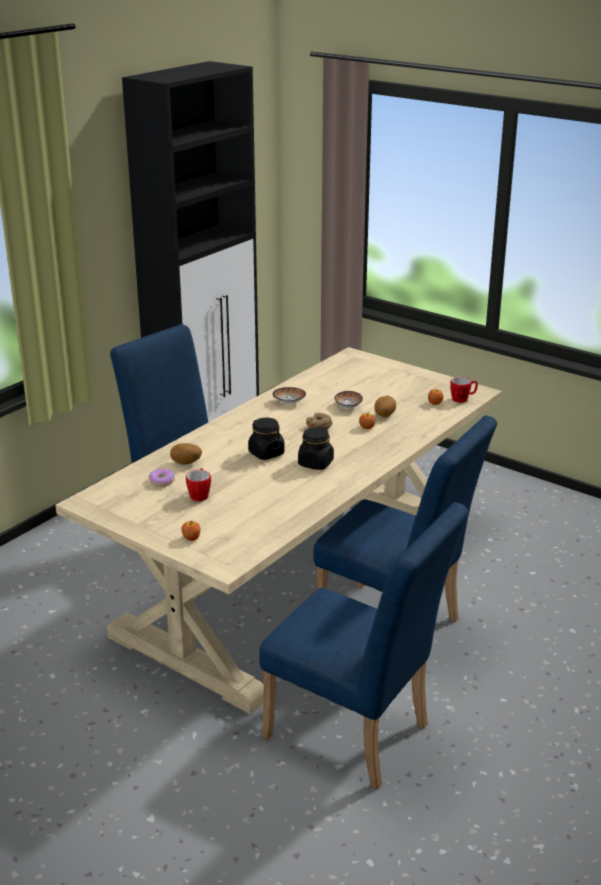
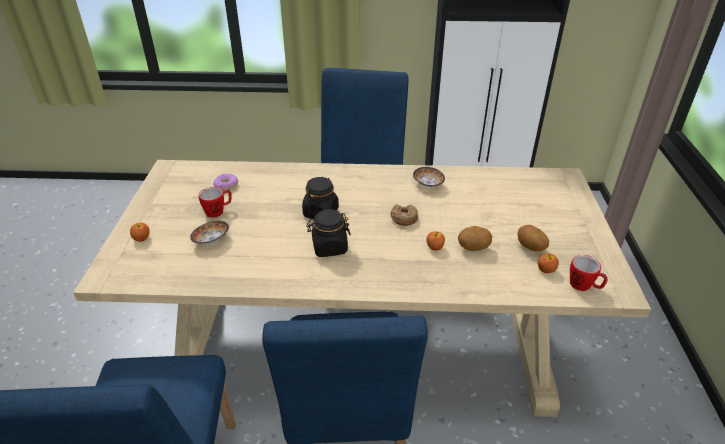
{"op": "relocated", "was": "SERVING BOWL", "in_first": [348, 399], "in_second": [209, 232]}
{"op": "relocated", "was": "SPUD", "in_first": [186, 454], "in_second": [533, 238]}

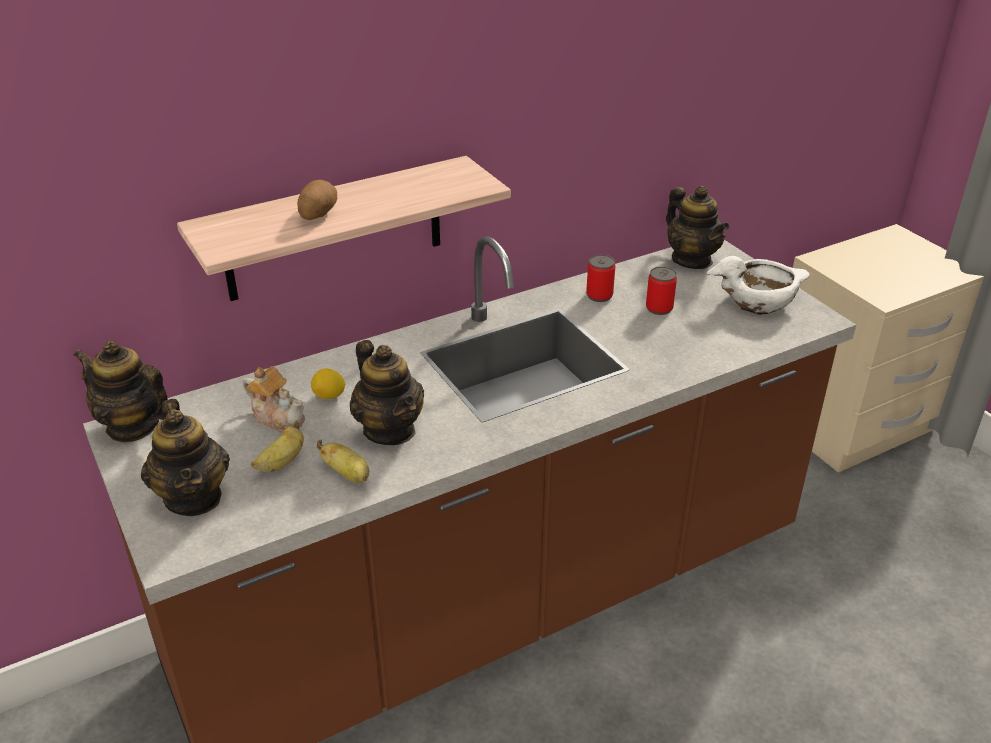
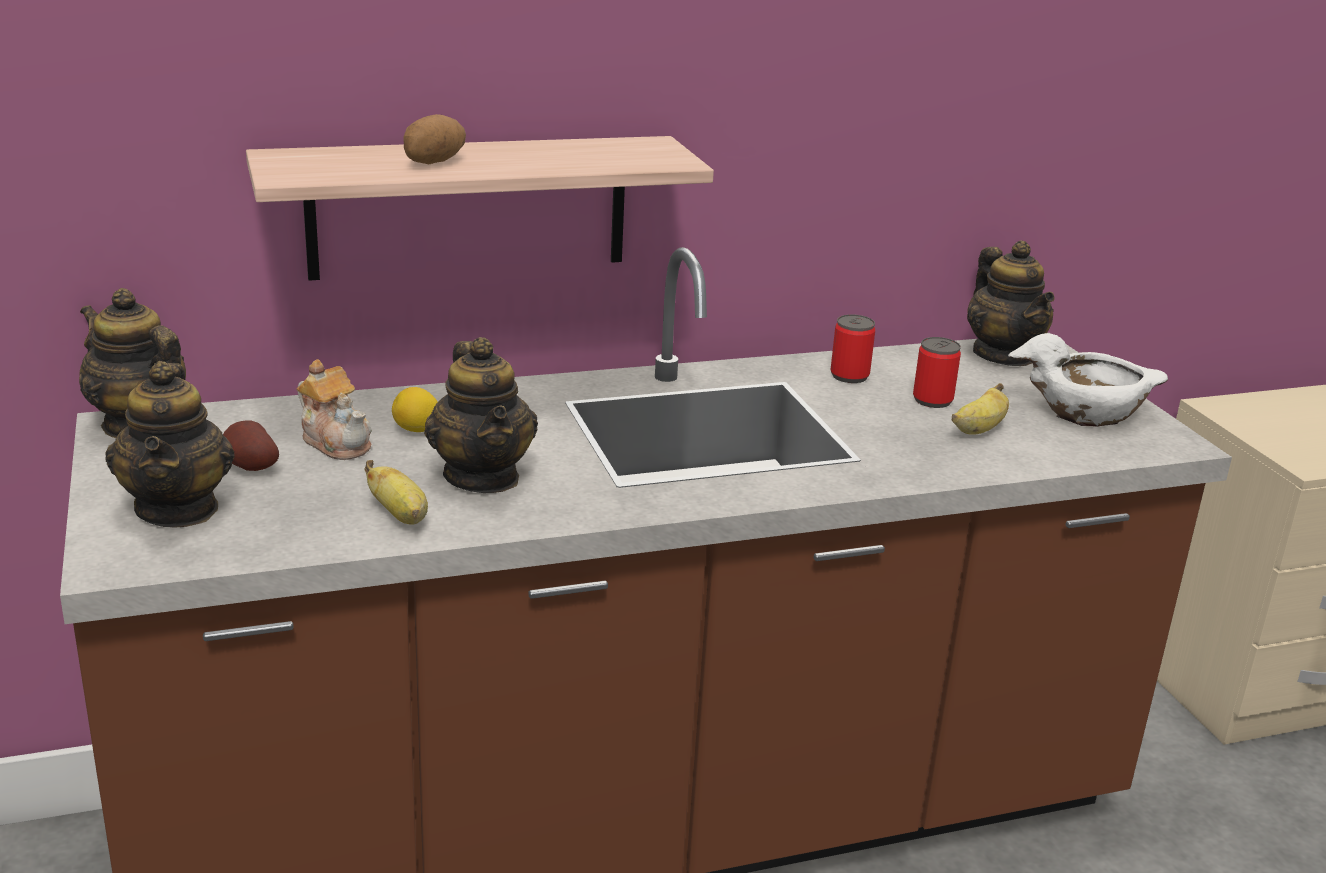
{"op": "relocated", "was": "BANANA", "in_first": [277, 446], "in_second": [980, 409]}
{"op": "appeared", "now": "SPUD", "in_second": [251, 445]}

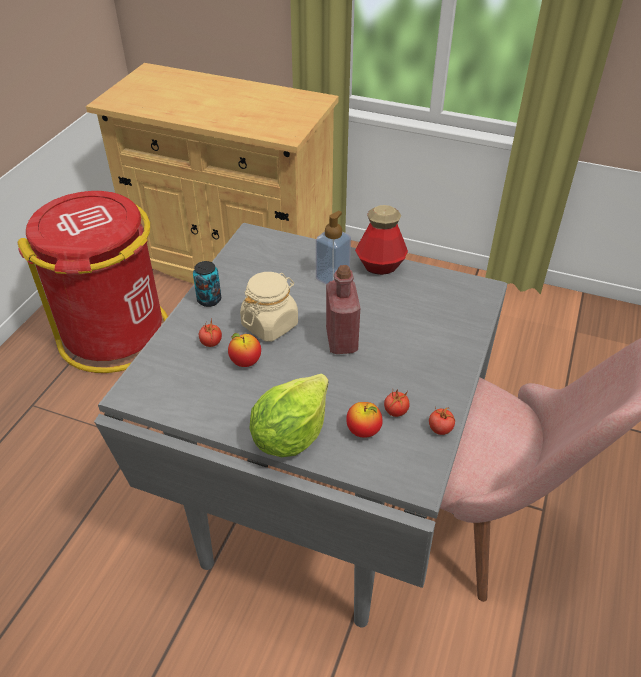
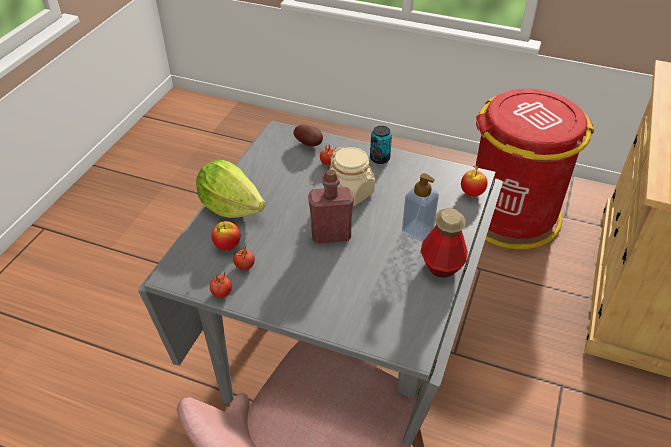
{"op": "relocated", "was": "APPLE", "in_first": [244, 350], "in_second": [474, 181]}
{"op": "appeared", "now": "SPUD", "in_second": [308, 136]}

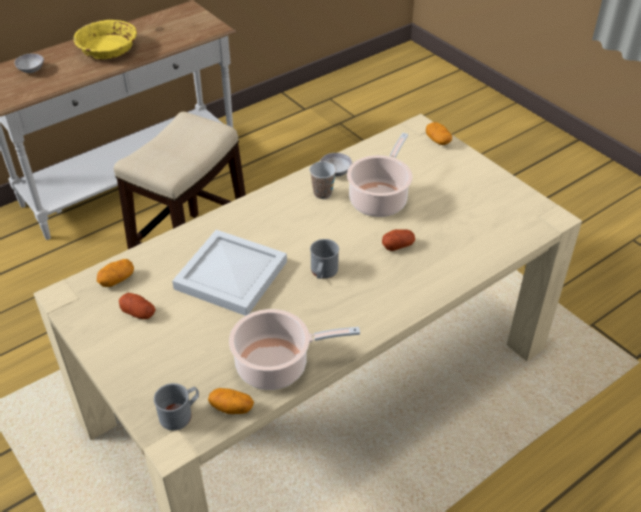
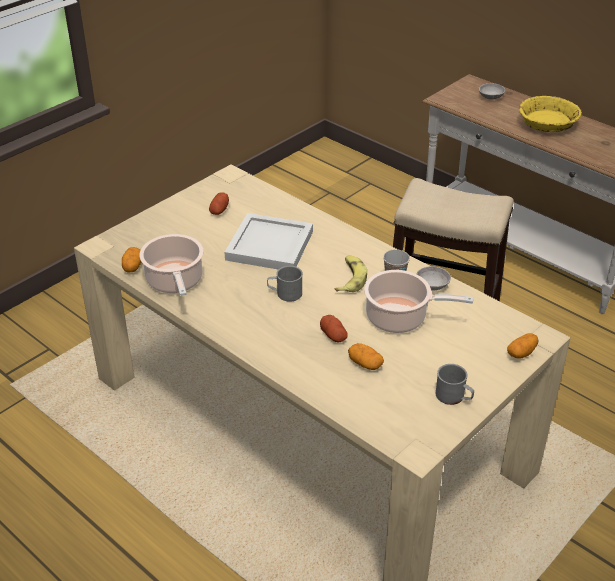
{"op": "relocated", "was": "SPUD", "in_first": [115, 273], "in_second": [366, 356]}
{"op": "relocated", "was": "GREYISH MUG", "in_first": [176, 406], "in_second": [455, 384]}
{"op": "appeared", "now": "BANANA", "in_second": [351, 273]}

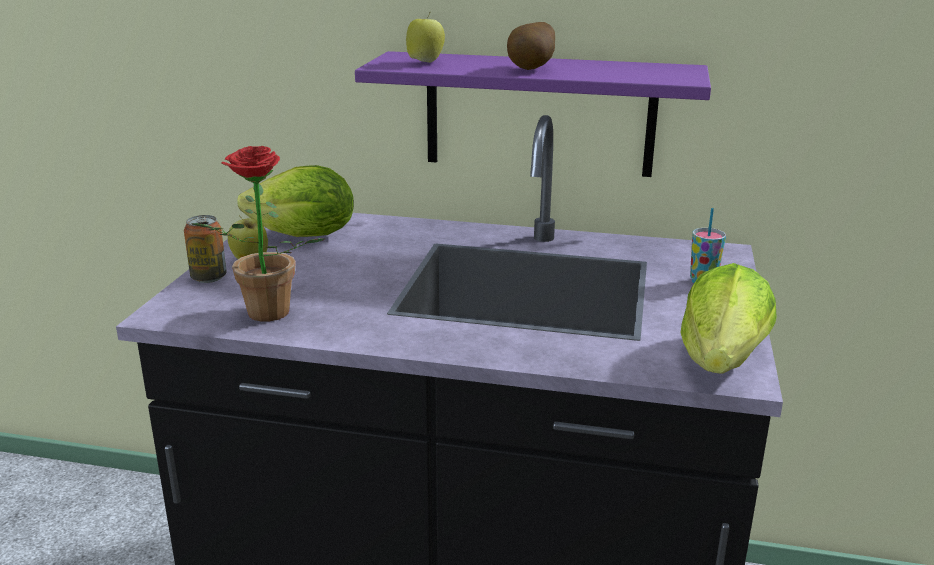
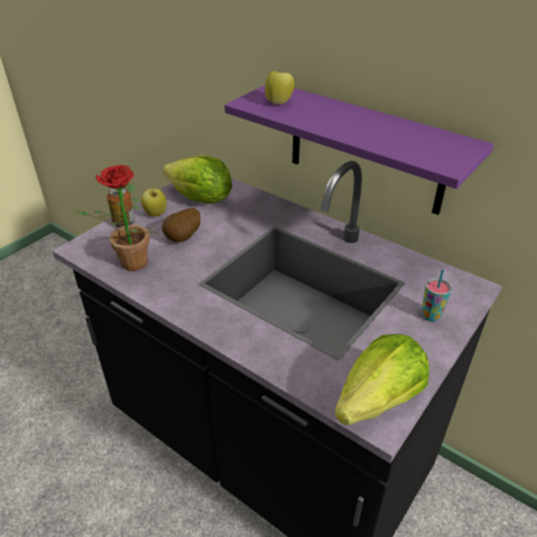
{"op": "relocated", "was": "SPUD", "in_first": [531, 46], "in_second": [181, 225]}

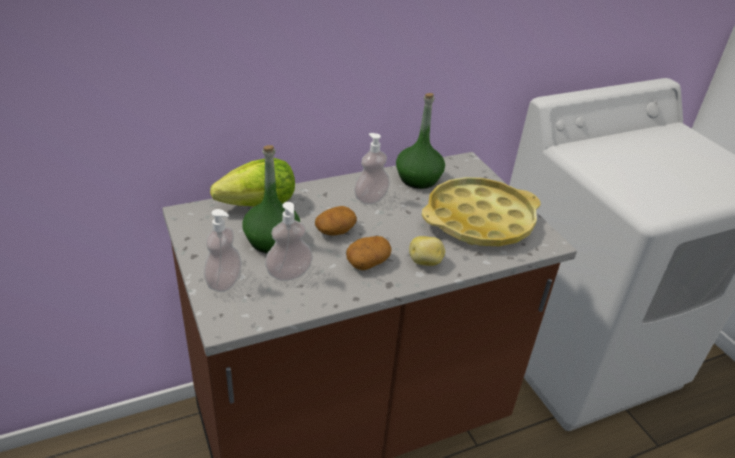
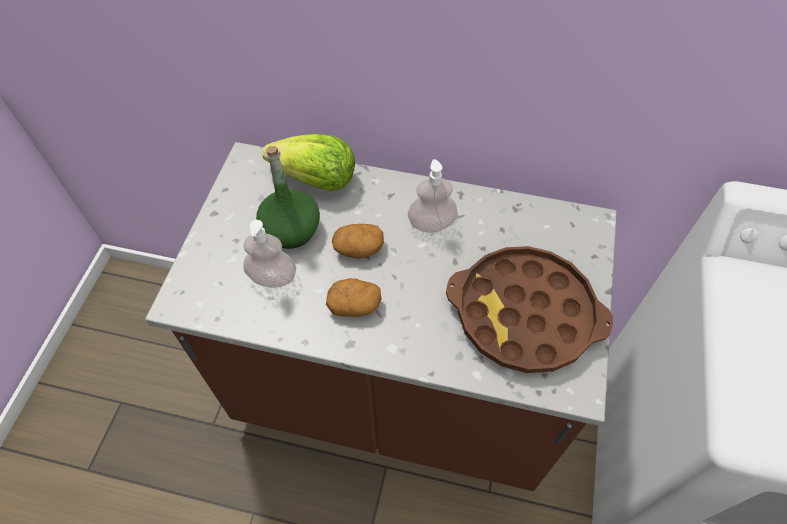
{"op": "missing", "was": "GREEN BOTTLE", "in_first": [420, 141]}
{"op": "colour", "was": "YELLOW-COLOURED SERVING TRAY", "now": "BROWNISH SERVING TRAY", "in_first": [481, 211], "in_second": [529, 309]}
{"op": "missing", "was": "SOAP BOTTLE", "in_first": [223, 250]}
{"op": "missing", "was": "SPUD", "in_first": [427, 251]}

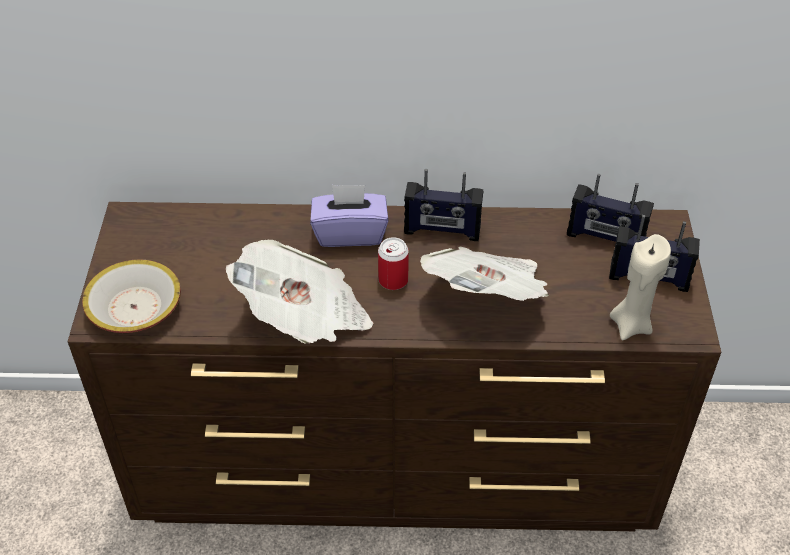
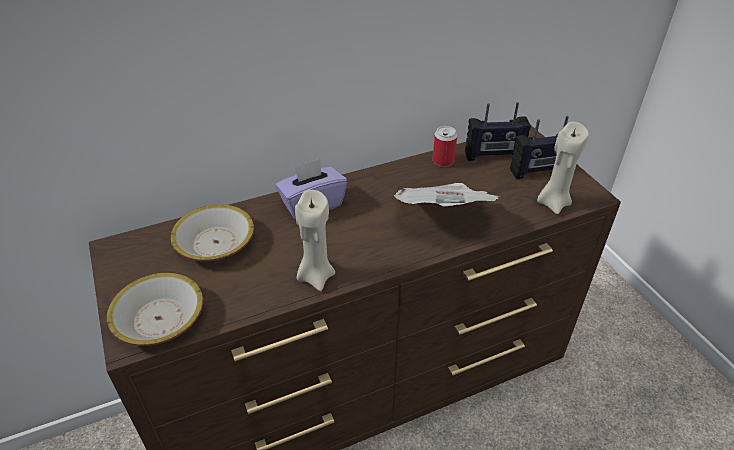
{"op": "missing", "was": "RADIO RECEIVER", "in_first": [443, 205]}
{"op": "relocated", "was": "METAL CAN", "in_first": [393, 263], "in_second": [444, 146]}
{"op": "exchanged", "was": "DAILY PAPER", "now": "BEIGE WAX LIGHT", "in_first": [299, 291], "in_second": [315, 240]}
{"op": "appeared", "now": "SERVING BOWL", "in_second": [212, 232]}

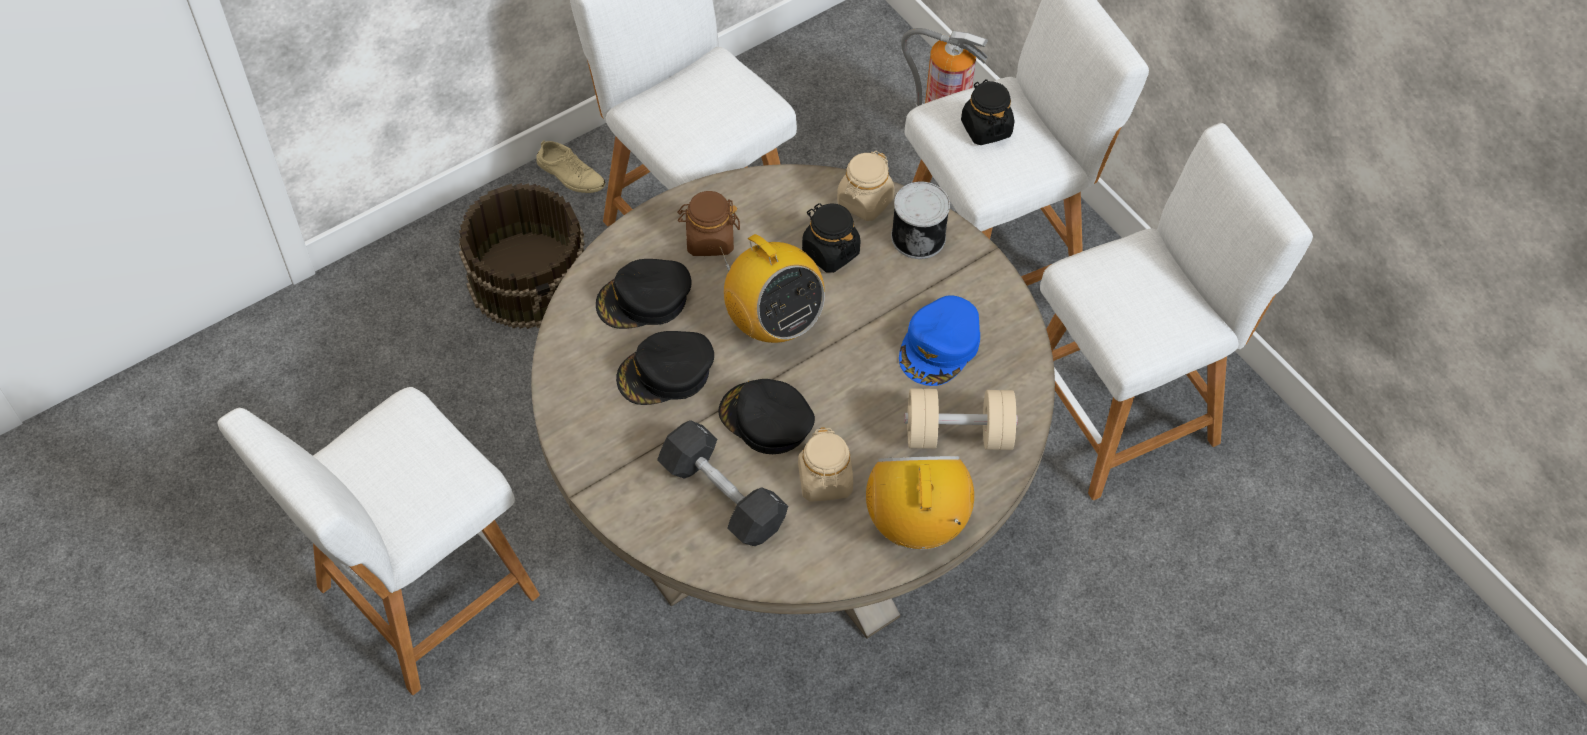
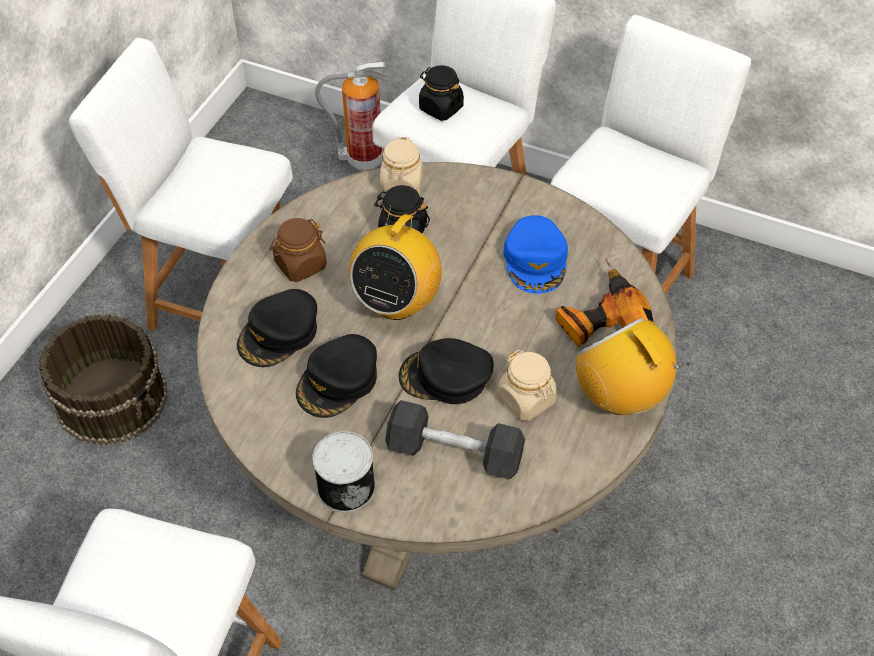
{"op": "missing", "was": "BEIGE SHOE", "in_first": [570, 166]}
{"op": "relocated", "was": "METAL CAN", "in_first": [920, 220], "in_second": [343, 472]}
{"op": "spun", "was": "RADIO RECEIVER", "in_first": [772, 288], "in_second": [395, 263], "clockwise": 90}
{"op": "exchanged", "was": "BEIGE HAND WEIGHT", "now": "POWER DRILL", "in_first": [961, 419], "in_second": [605, 302]}

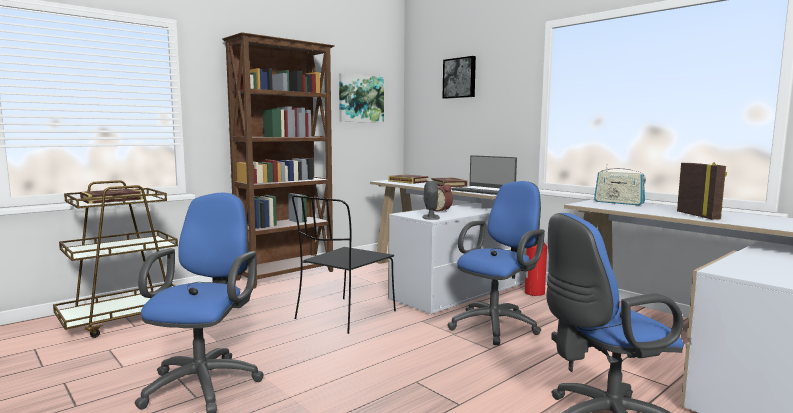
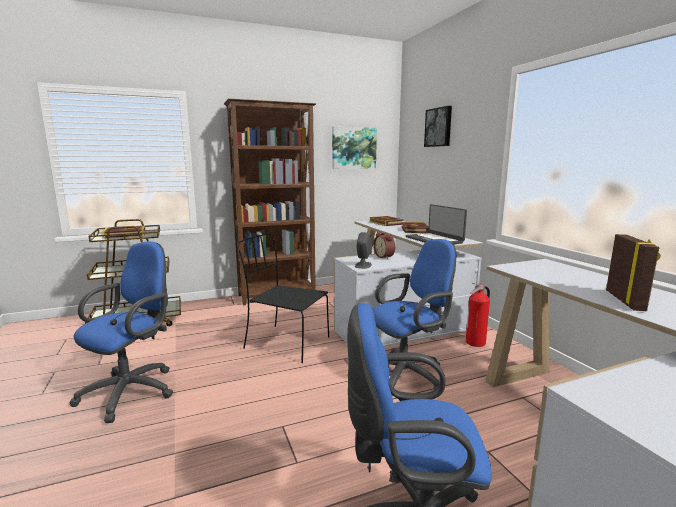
{"op": "missing", "was": "RADIO RECEIVER", "in_first": [620, 184]}
{"op": "spun", "was": "BLACK-COLOURED UPRIGHT CHAIR", "in_first": [344, 264], "in_second": [283, 298], "clockwise": 60}

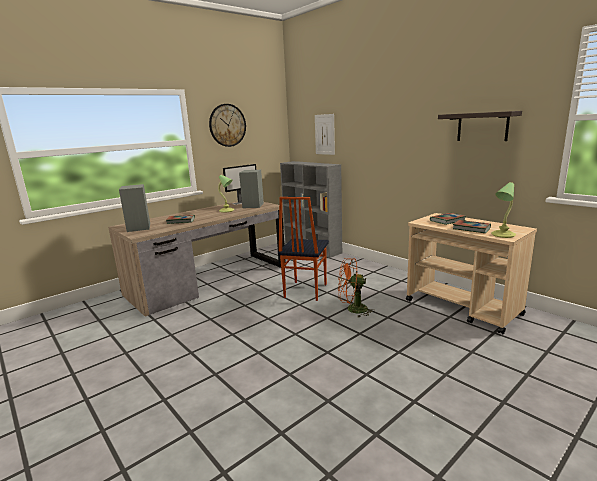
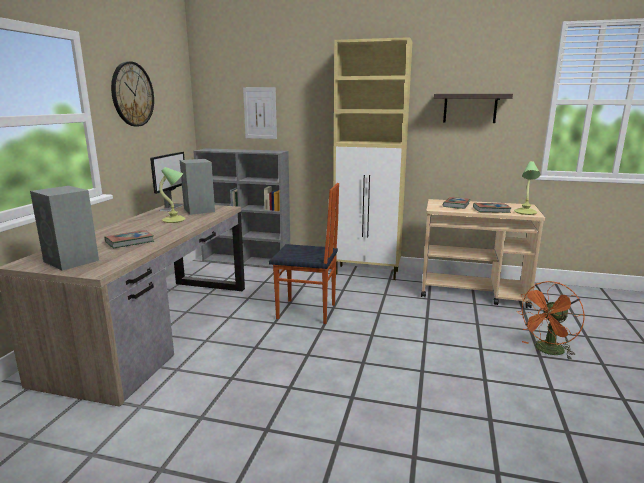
{"op": "spun", "was": "UPRIGHT CHAIR", "in_first": [303, 249], "in_second": [304, 253], "clockwise": -60}
{"op": "relocated", "was": "ORANGEY FAN", "in_first": [356, 288], "in_second": [551, 320]}
{"op": "appeared", "now": "BEIGE CABINET", "in_second": [372, 158]}

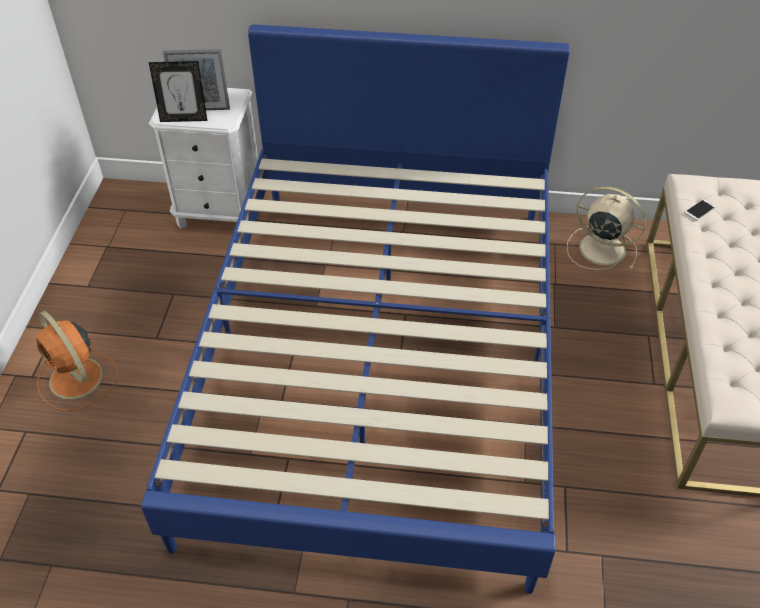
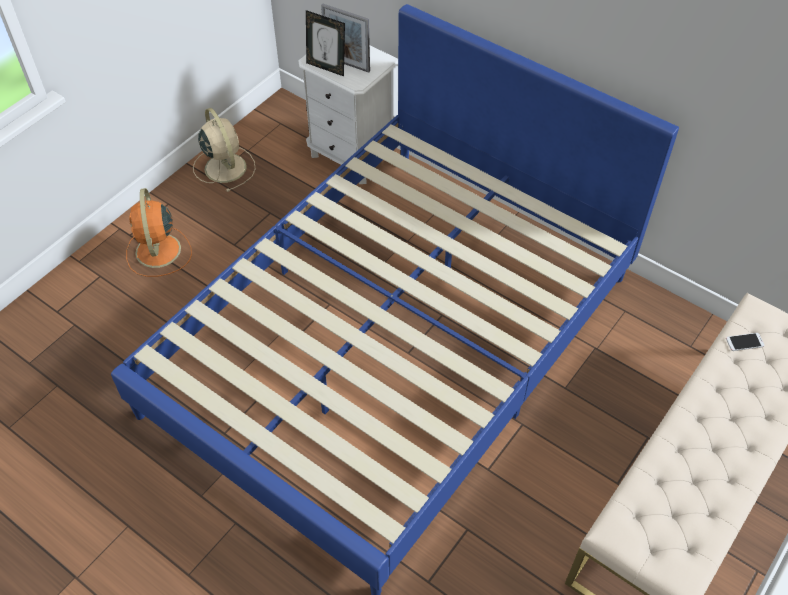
{"op": "relocated", "was": "BEIGE FAN", "in_first": [606, 228], "in_second": [224, 150]}

